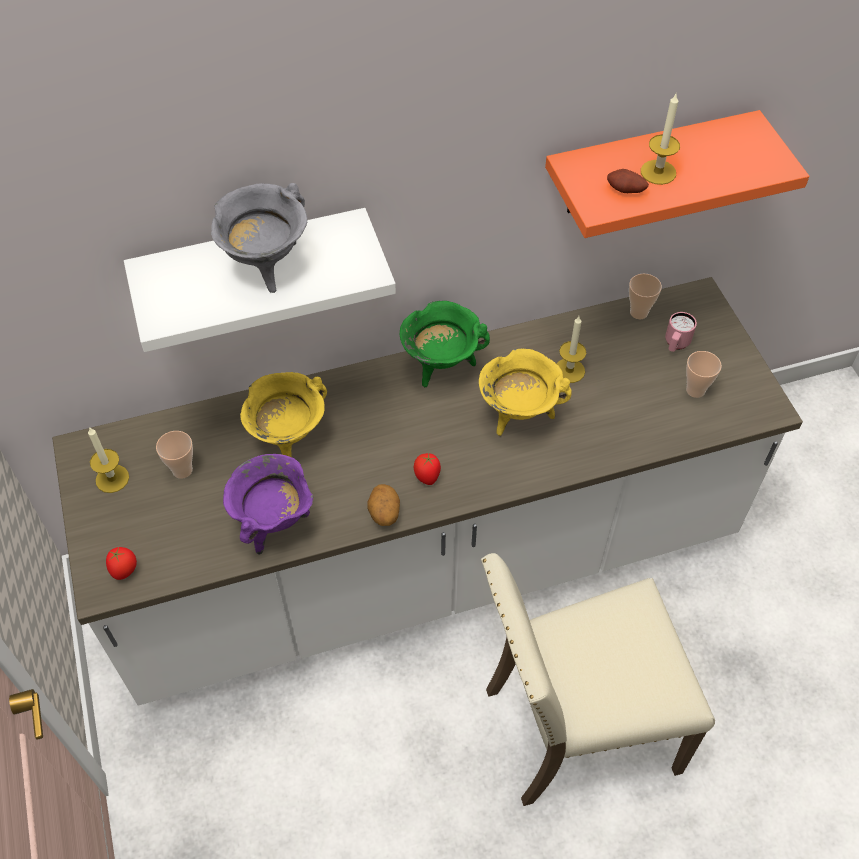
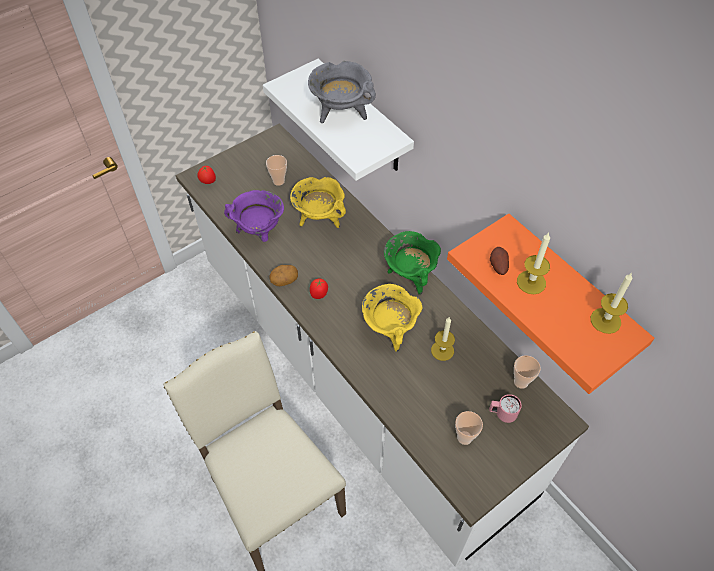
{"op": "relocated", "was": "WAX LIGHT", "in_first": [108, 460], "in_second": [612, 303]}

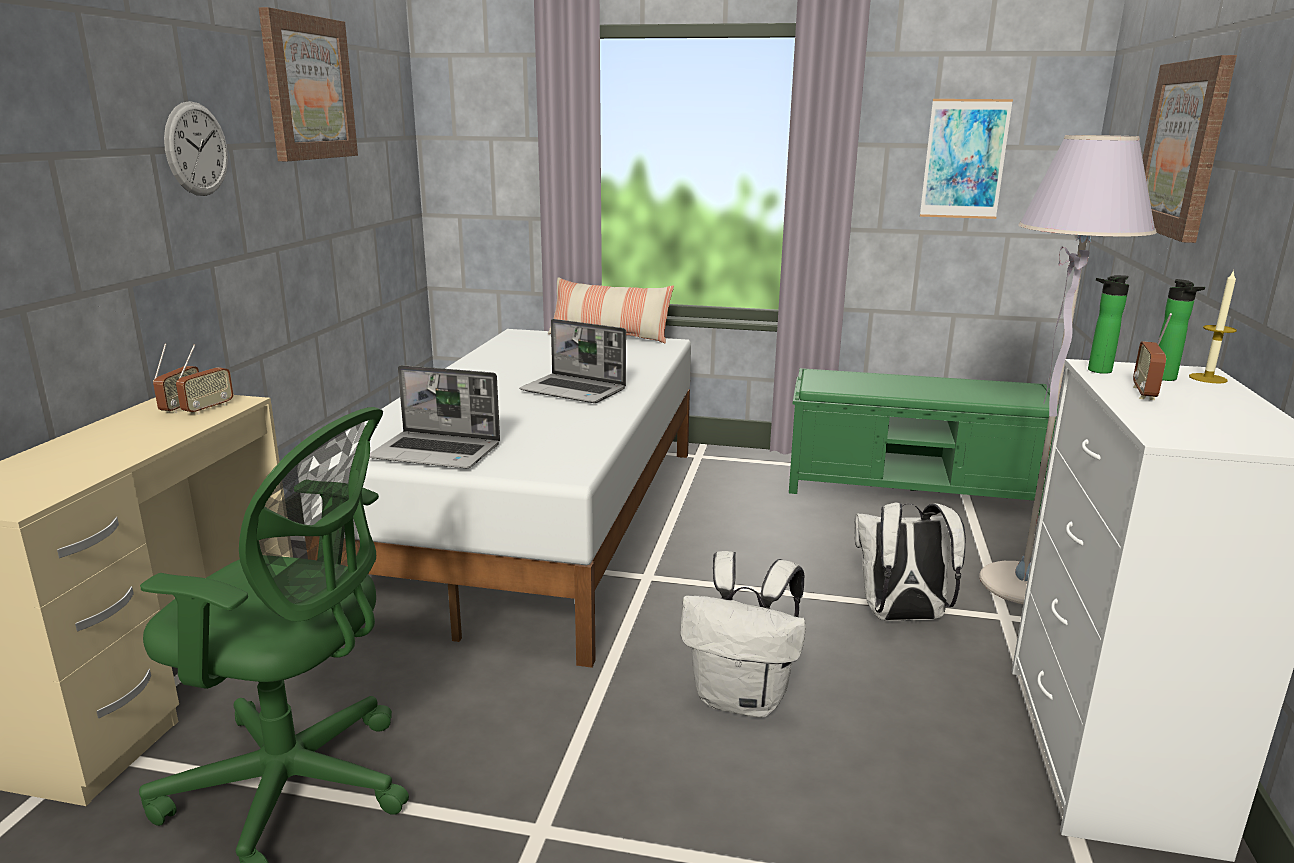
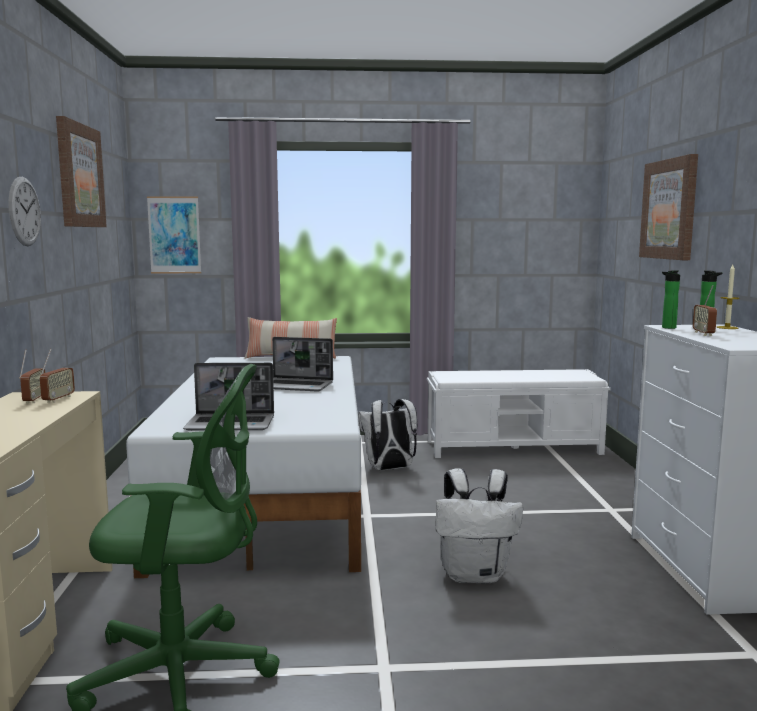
{"op": "relocated", "was": "WALL PICTURE", "in_first": [966, 159], "in_second": [174, 234]}
{"op": "missing", "was": "GREYISH STANDARD LAMP", "in_first": [1068, 369]}
{"op": "colour", "was": "GREEN BENCH", "now": "WHITE BENCH", "in_first": [924, 442], "in_second": [518, 413]}
{"op": "relocated", "was": "WHITE BACKPACK", "in_first": [910, 561], "in_second": [387, 434]}

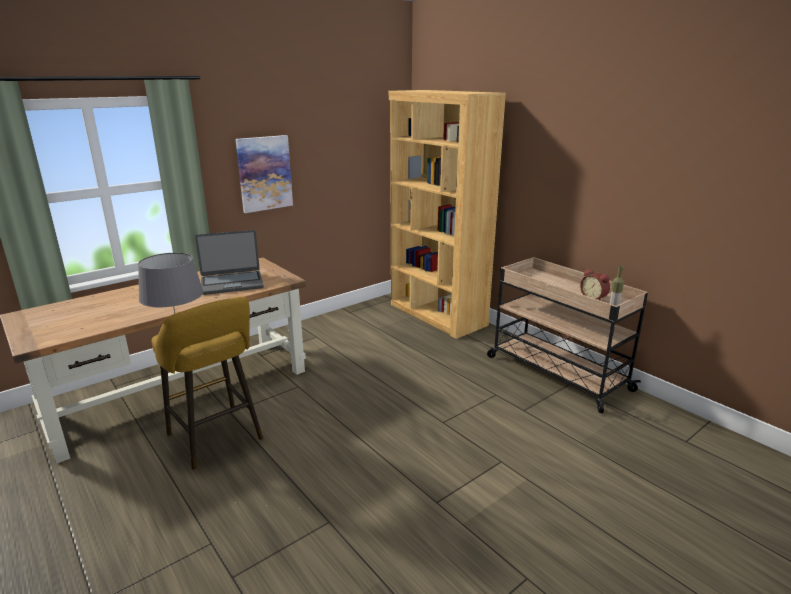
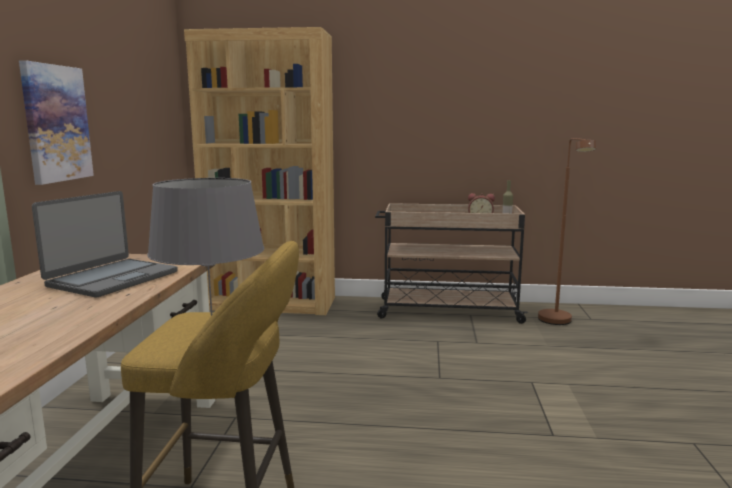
{"op": "appeared", "now": "BROWNISH STANDARD LAMP", "in_second": [567, 231]}

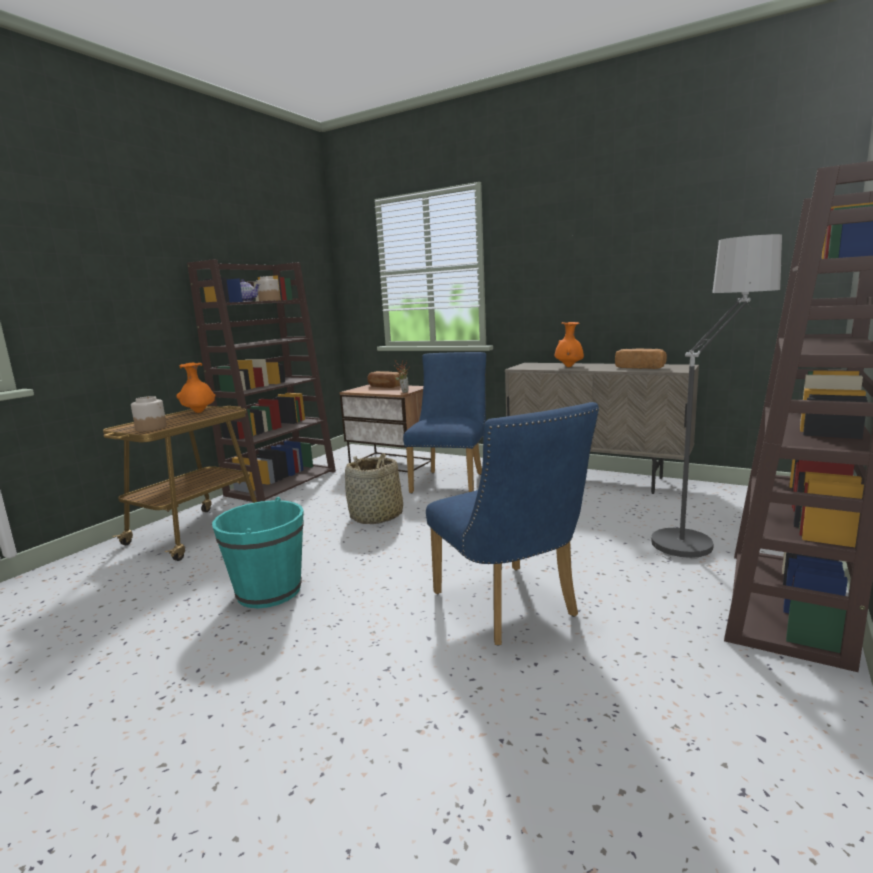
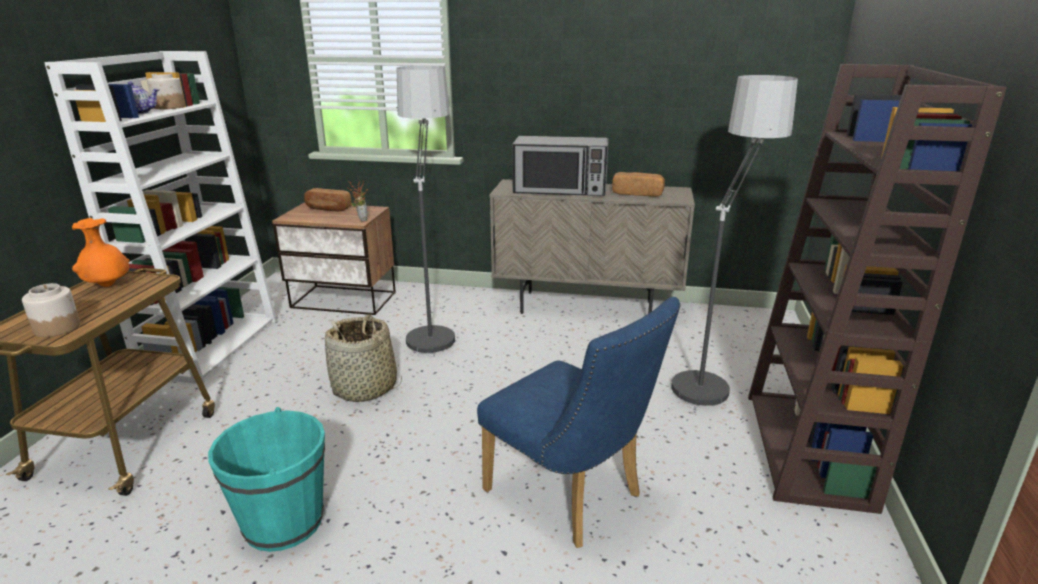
{"op": "colour", "was": "BROWNISH BOOKSHELF", "now": "WHITE BOOKSHELF", "in_first": [261, 380], "in_second": [160, 217]}
{"op": "exchanged", "was": "ORANGEY FLOWER VASE", "now": "MICROWAVE", "in_first": [569, 344], "in_second": [560, 166]}
{"op": "exchanged", "was": "BLUISH UPRIGHT CHAIR", "now": "STANDARD LAMP", "in_first": [444, 422], "in_second": [425, 211]}

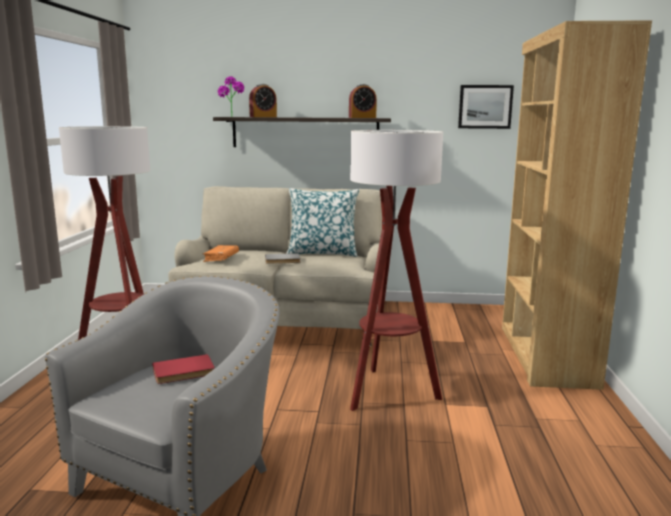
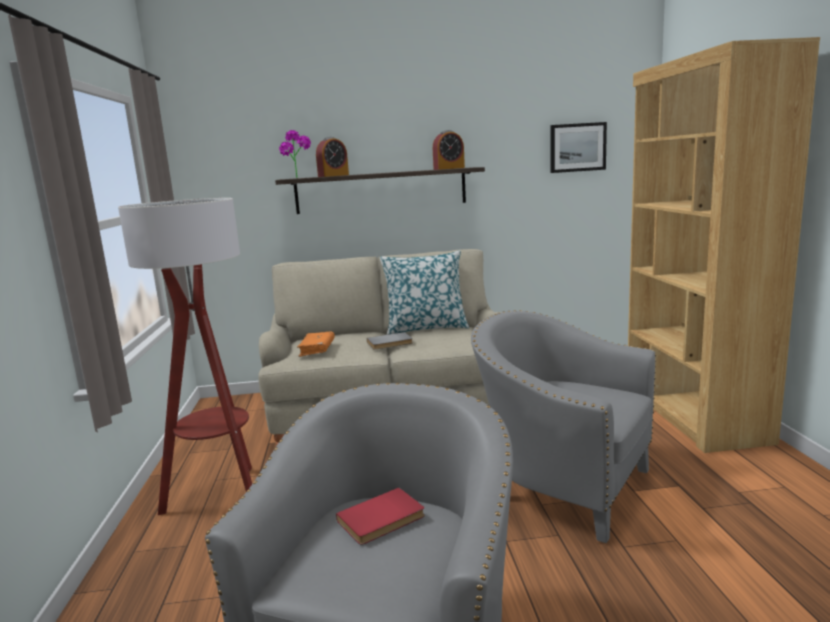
{"op": "exchanged", "was": "STANDARD LAMP", "now": "GREYISH ARMCHAIR", "in_first": [396, 270], "in_second": [563, 426]}

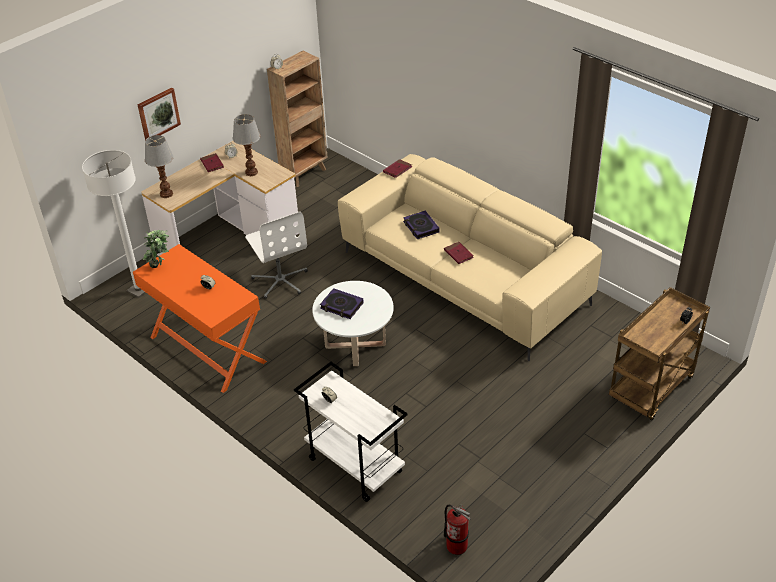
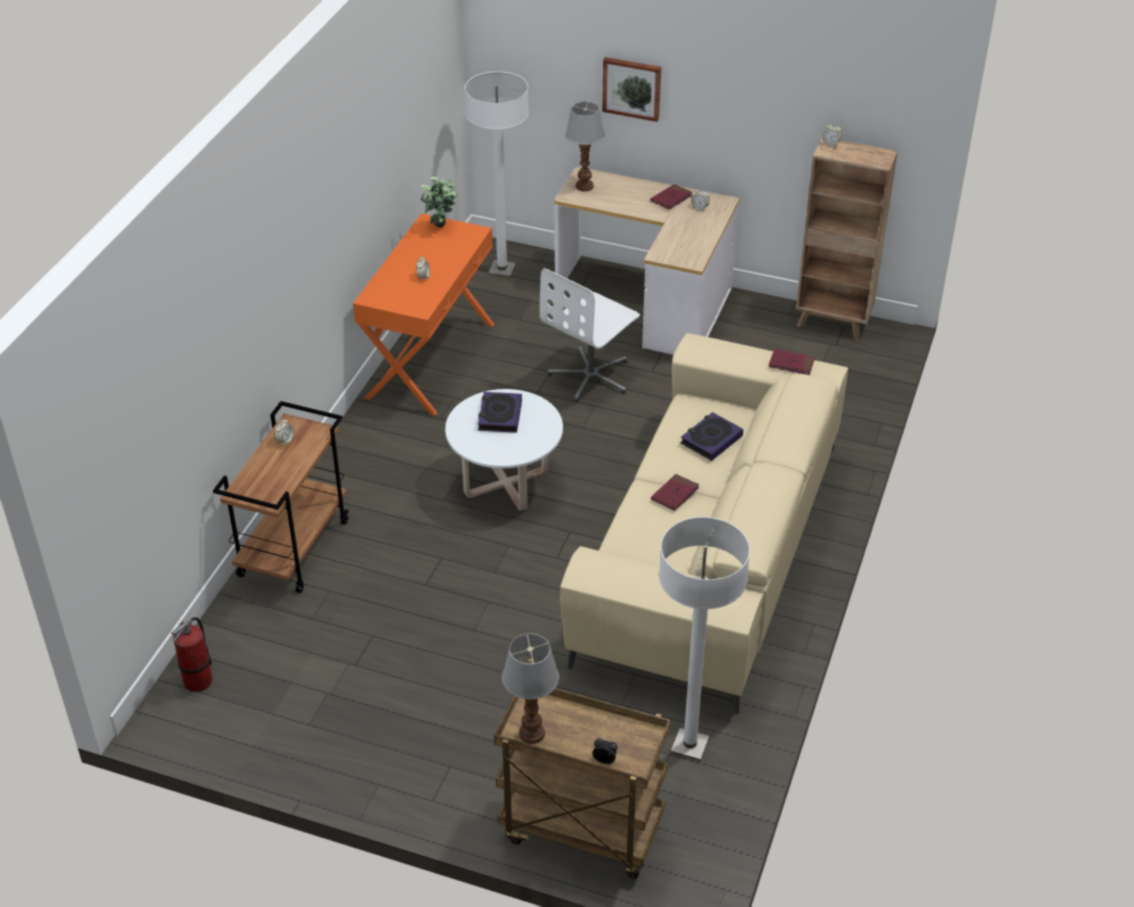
{"op": "relocated", "was": "TABLE LAMP", "in_first": [246, 145], "in_second": [530, 688]}
{"op": "colour", "was": "WHITE WHEELED CART", "now": "BROWNISH WHEELED CART", "in_first": [351, 432], "in_second": [281, 497]}
{"op": "appeared", "now": "WHITE STANDARD LAMP", "in_second": [704, 639]}

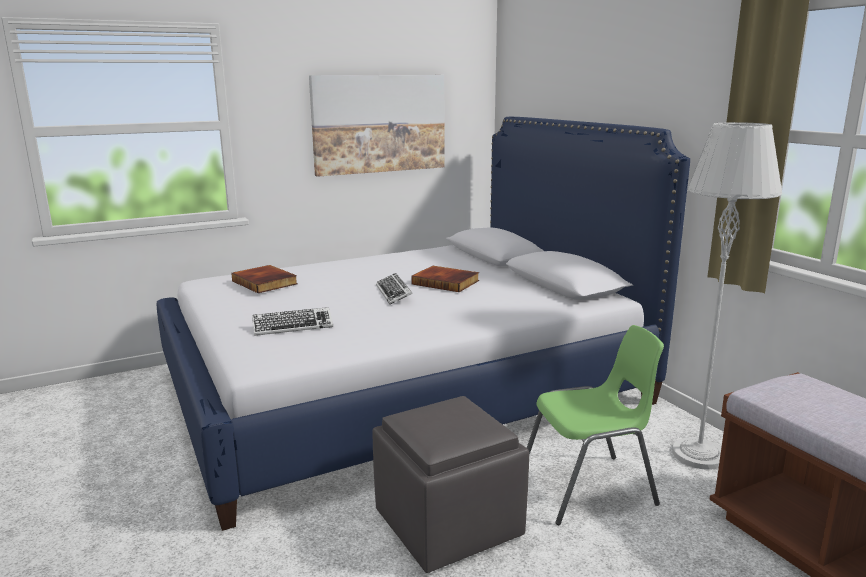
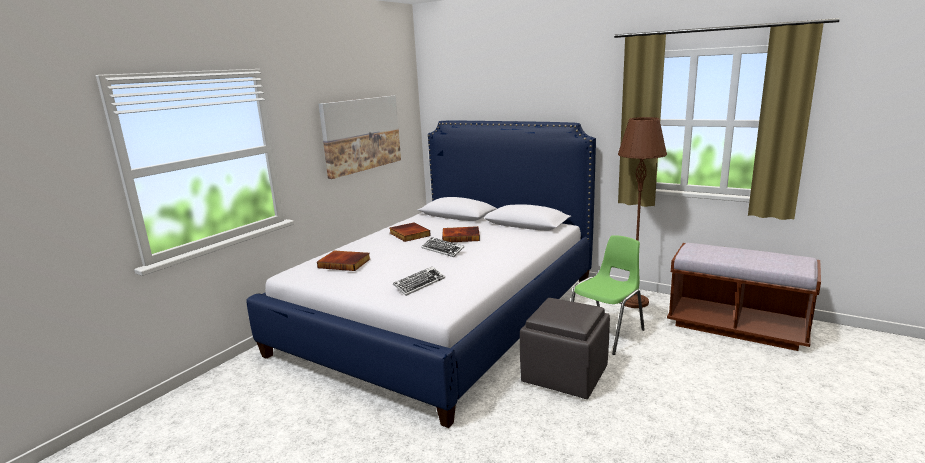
{"op": "colour", "was": "GREYISH STANDARD LAMP", "now": "BROWNISH STANDARD LAMP", "in_first": [727, 296], "in_second": [642, 212]}
{"op": "appeared", "now": "BOUND BOOK", "in_second": [410, 232]}

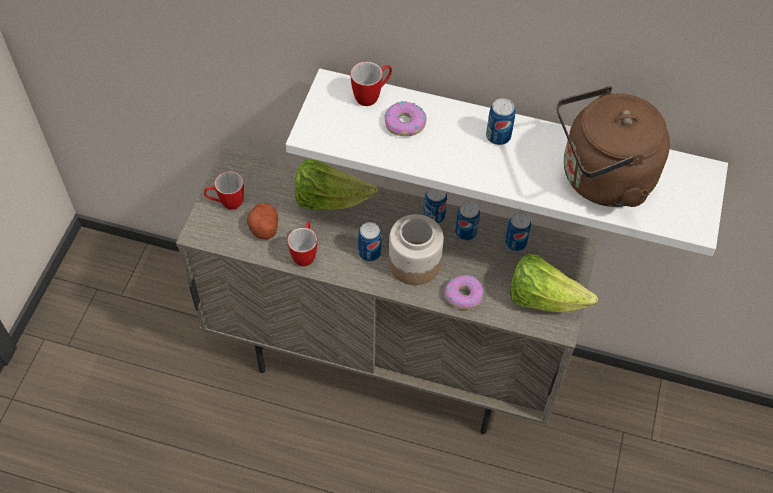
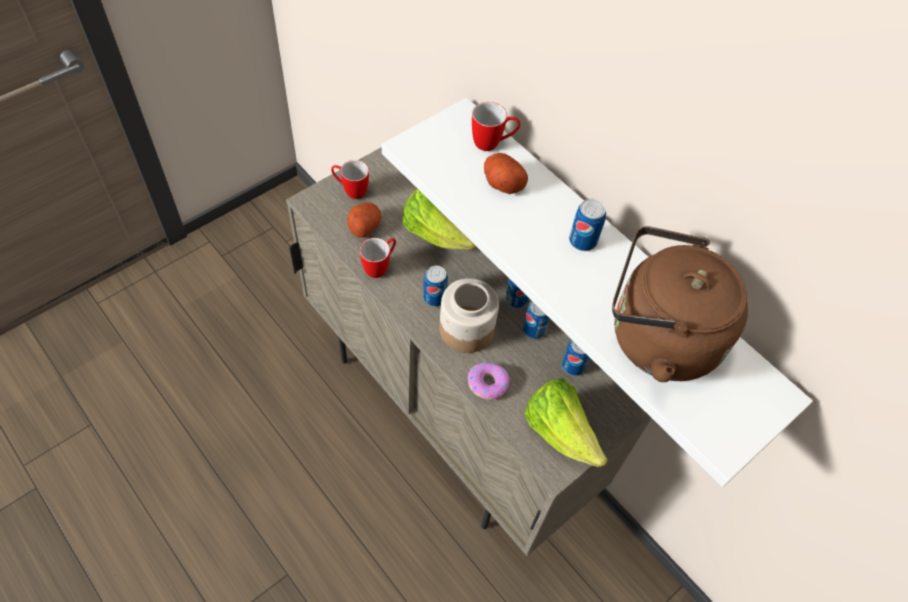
{"op": "exchanged", "was": "DOUGHNUT", "now": "SPUD", "in_first": [406, 118], "in_second": [506, 173]}

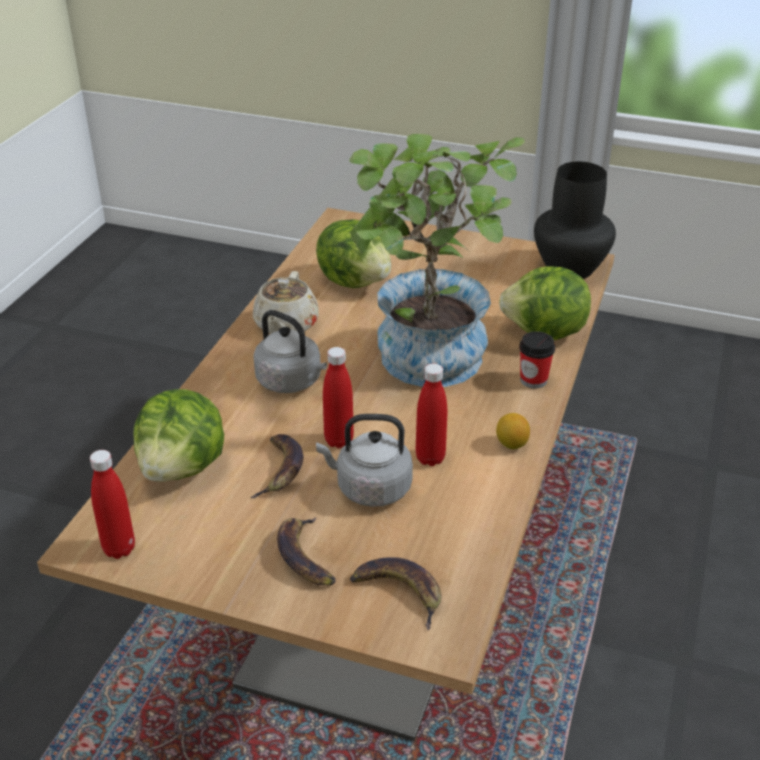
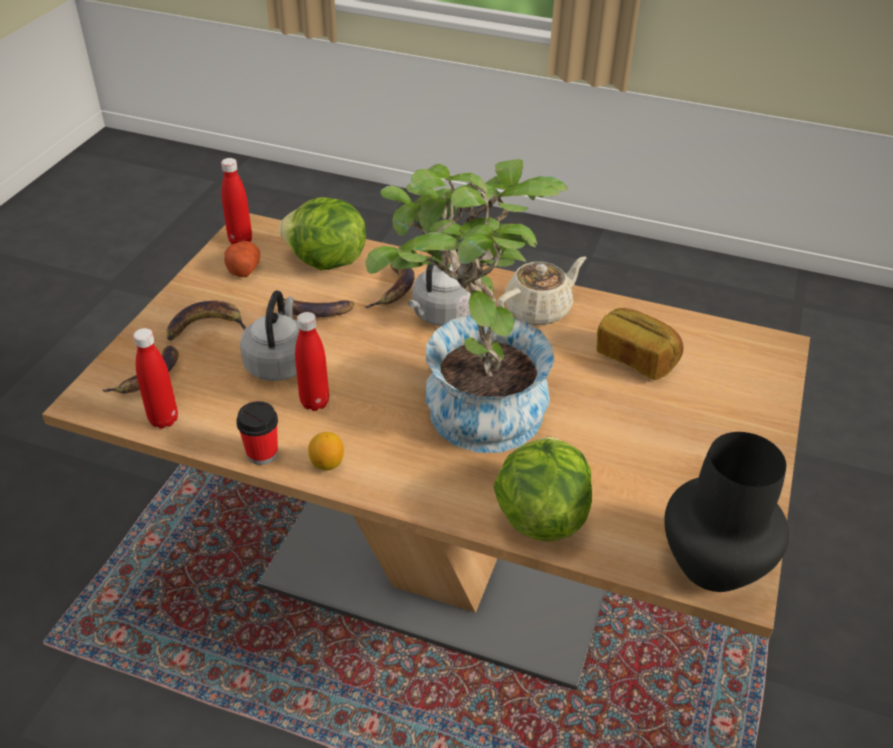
{"op": "exchanged", "was": "LETTUCE HEAD", "now": "BAKED BREAD", "in_first": [353, 253], "in_second": [639, 344]}
{"op": "spun", "was": "BEIGE TEA POT", "in_first": [286, 302], "in_second": [541, 291], "clockwise": 135}
{"op": "relocated", "was": "SMALL CUP", "in_first": [537, 360], "in_second": [257, 433]}
{"op": "relocated", "was": "RED BOTTLE", "in_first": [338, 397], "in_second": [155, 378]}
{"op": "appeared", "now": "SPUD", "in_second": [242, 259]}
{"op": "appeared", "now": "BANANA", "in_second": [389, 286]}

